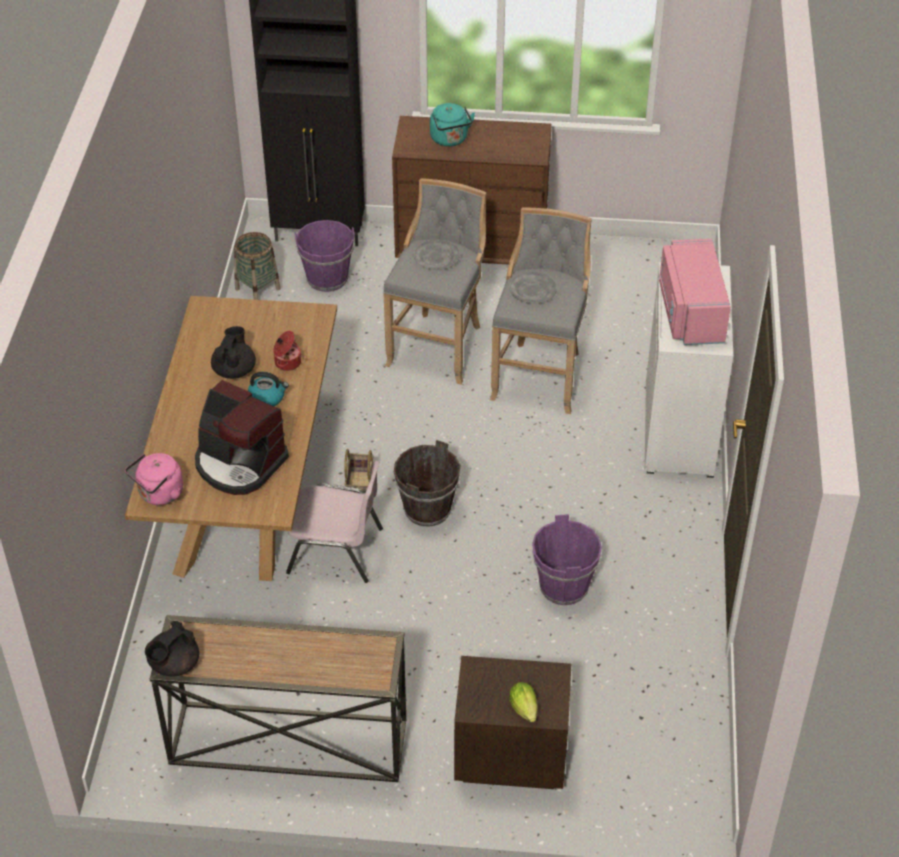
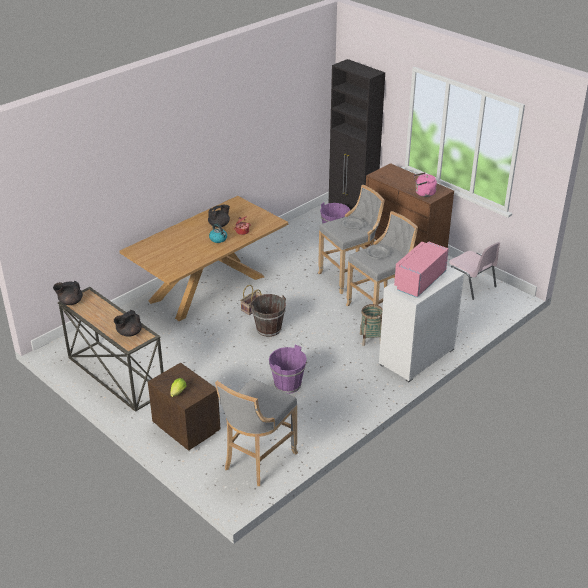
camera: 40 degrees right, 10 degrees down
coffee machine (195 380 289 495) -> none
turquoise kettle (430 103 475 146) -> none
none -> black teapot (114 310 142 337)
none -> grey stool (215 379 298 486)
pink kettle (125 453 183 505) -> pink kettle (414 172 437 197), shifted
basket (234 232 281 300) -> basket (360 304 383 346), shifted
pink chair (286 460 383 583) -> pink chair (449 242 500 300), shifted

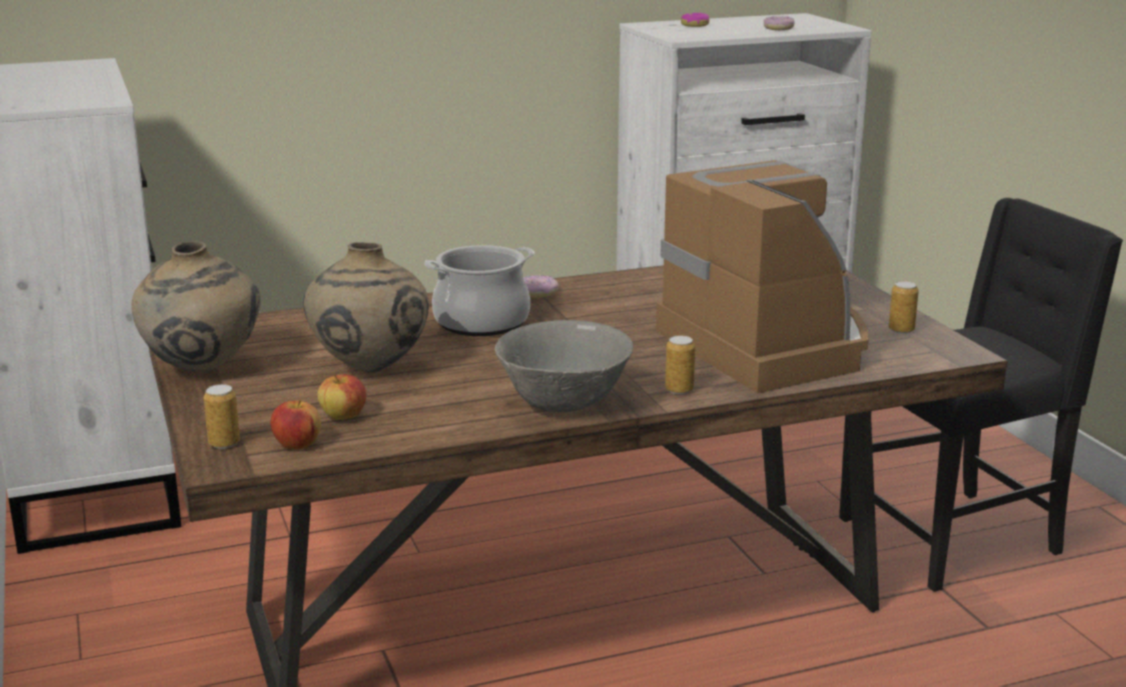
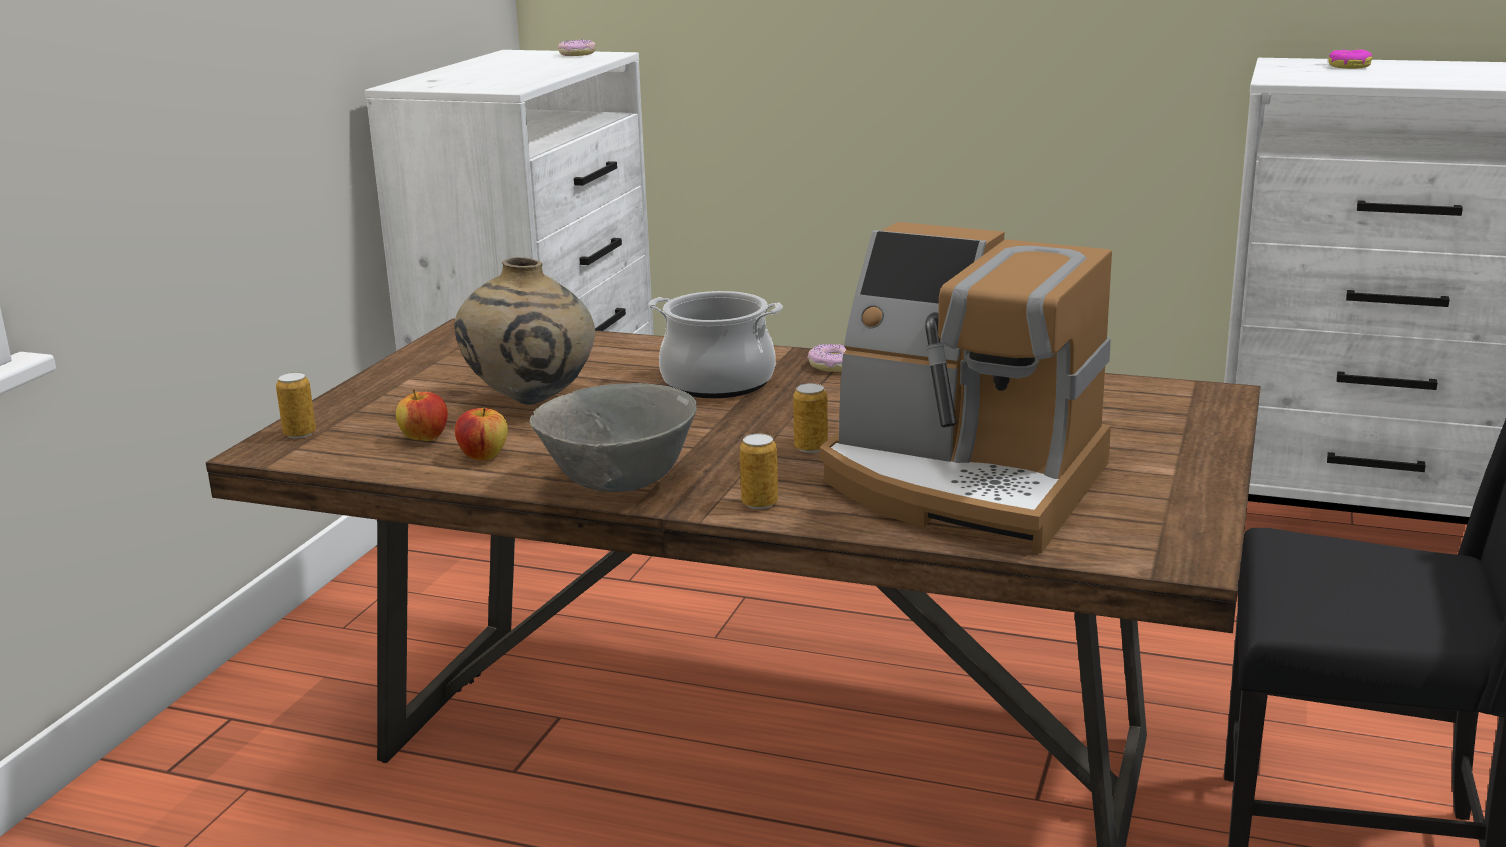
camera: 40 degrees right, 0 degrees up
beige vase (131 241 261 372) -> none
apple (270 399 321 450) -> apple (455 408 508 460), shifted
donut (764 16 795 30) -> donut (558 40 596 56), shifted
can (889 281 919 334) -> can (793 383 828 453), shifted
coffee machine (656 160 868 393) -> coffee machine (819 222 1112 553), 105 degrees clockwise

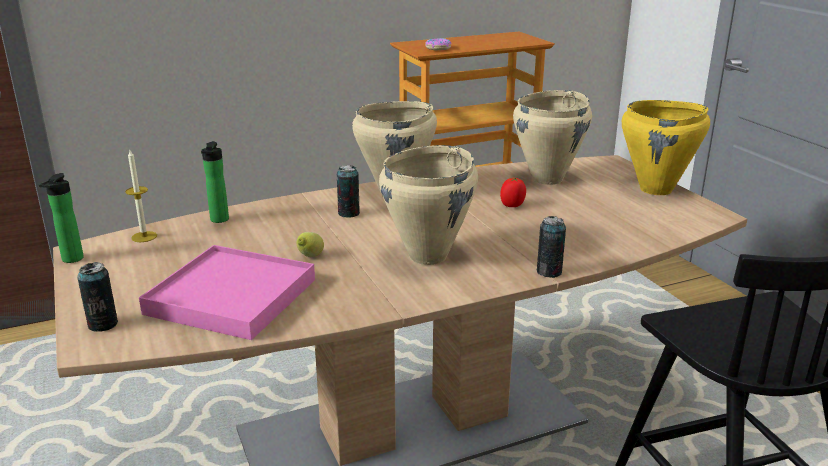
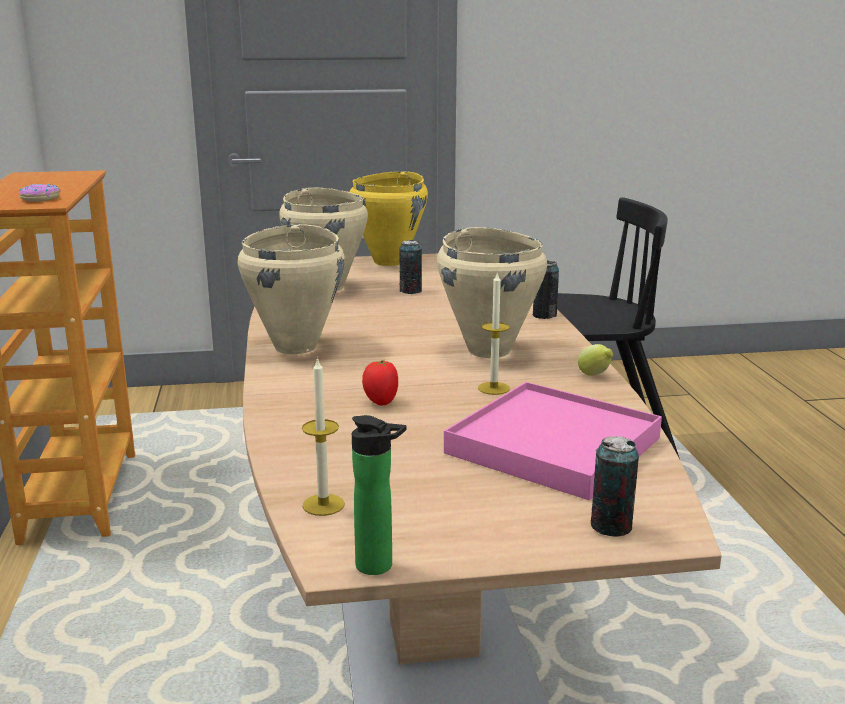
camera: 75 degrees left, 5 degrees down
bottle (201 141 229 223) -> none
none -> candle (478 273 510 395)
lemon (296 232 324 257) -> lemon (577 344 613 376), shifted
can (336 165 360 218) -> can (399 240 422 294), shifted
tomato (500 178 526 207) -> tomato (362 360 398 405), shifted

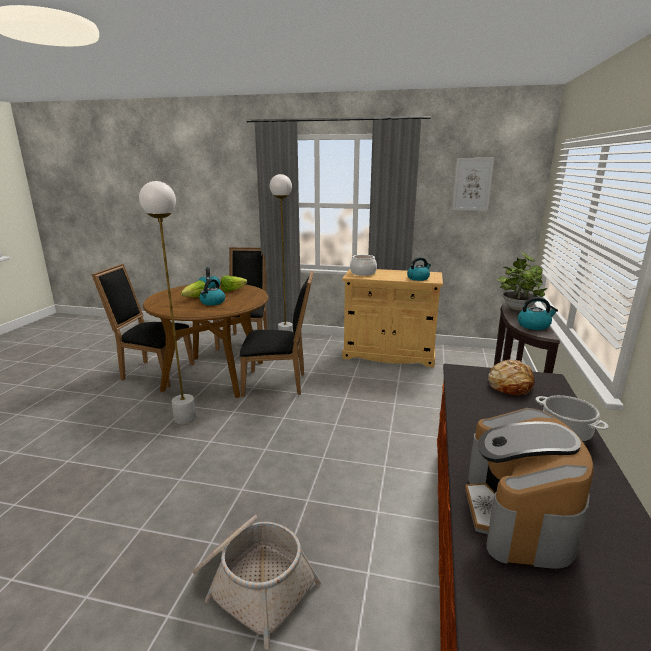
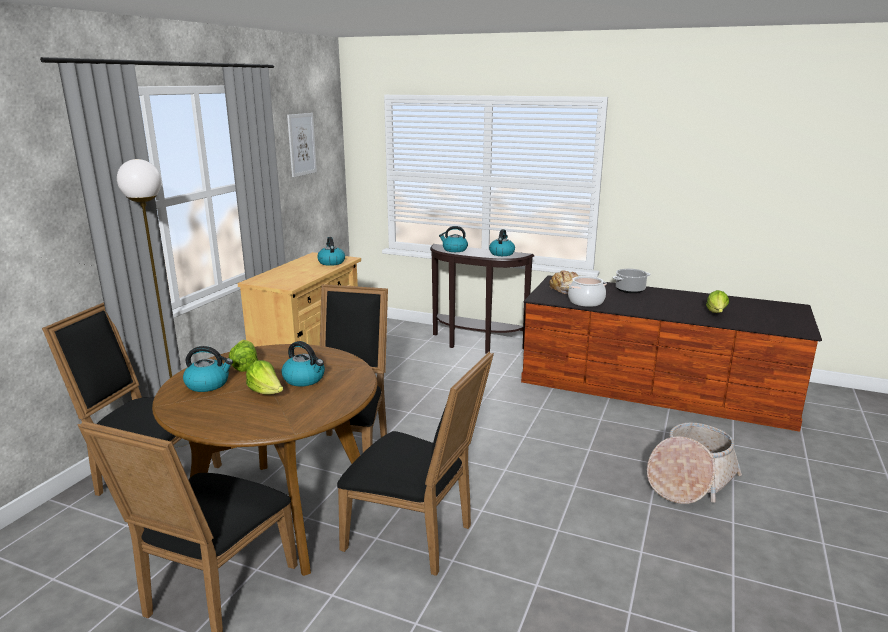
camera: 80 degrees left, 0 degrees up
cooking pot (350 255 377 276) -> cooking pot (568 276 607 307), shifted
white floor lamp (139 181 196 424) -> black chair (337 351 494 576)
coffee machine (465 408 594 569) -> lettuce (706 290 729 313)
potted plant (497 252 547 311) -> kettle (439 226 468 252)

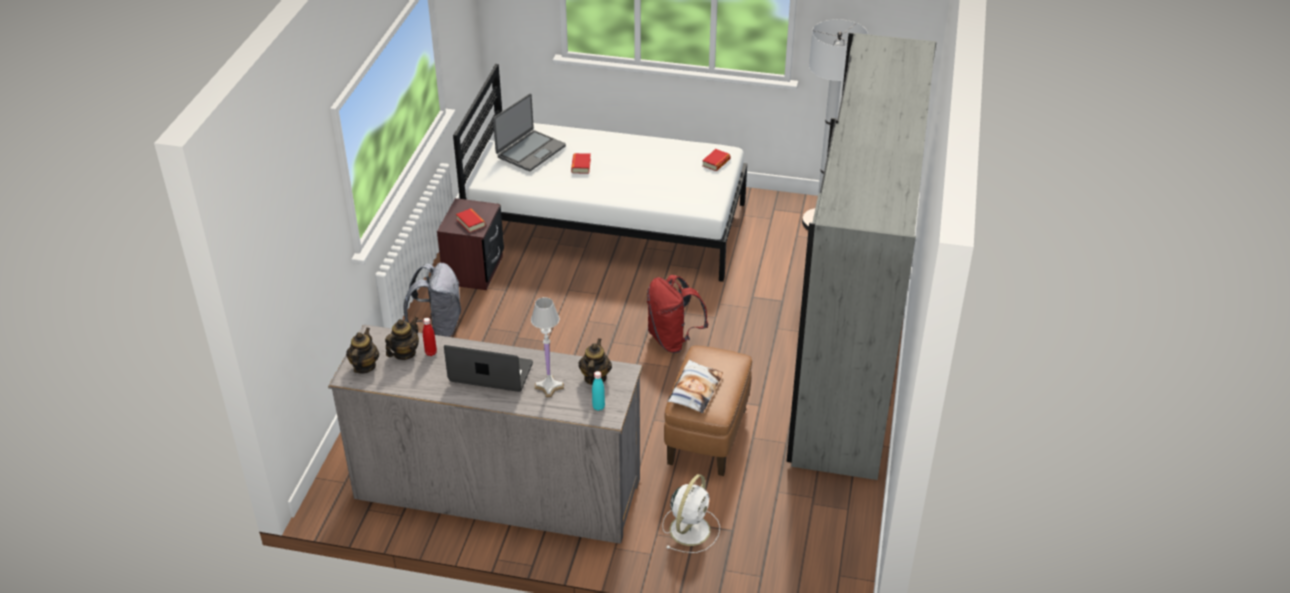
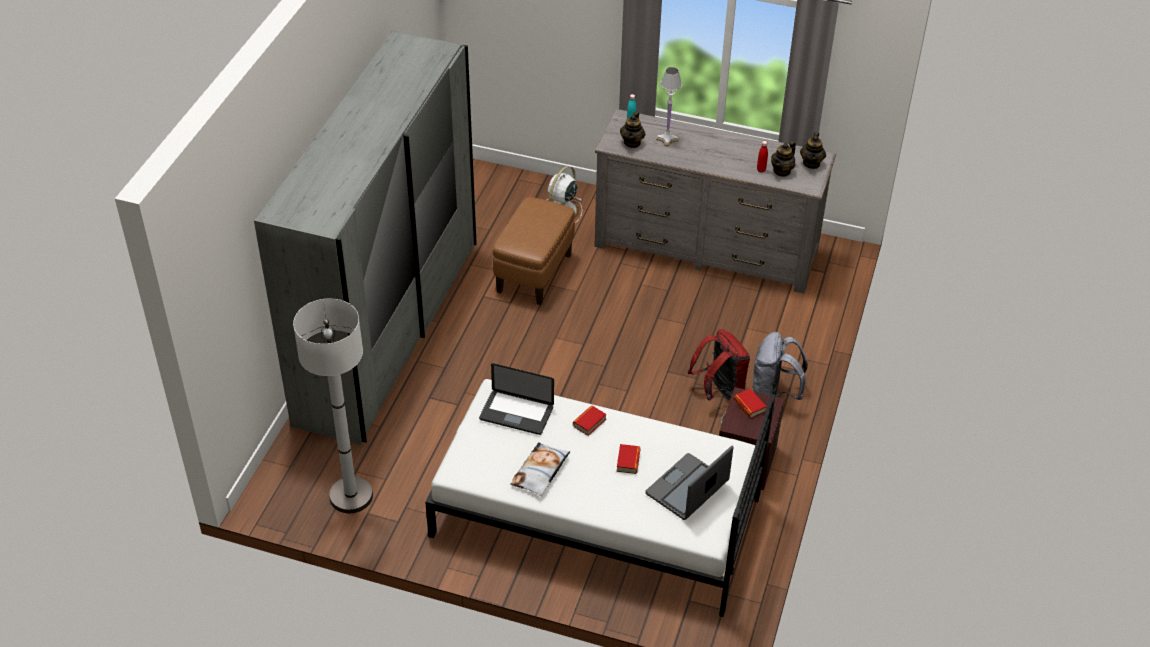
camera: 175 degrees left, 5 degrees up
laptop (444 345 533 392) -> laptop (479 363 554 435), shifted
red backpack (647 275 709 353) -> red backpack (688 329 750 401), shifted
pillow (667 360 723 413) -> pillow (510 442 570 496), shifted
book (702 149 731 171) -> book (573 406 607 436), shifted

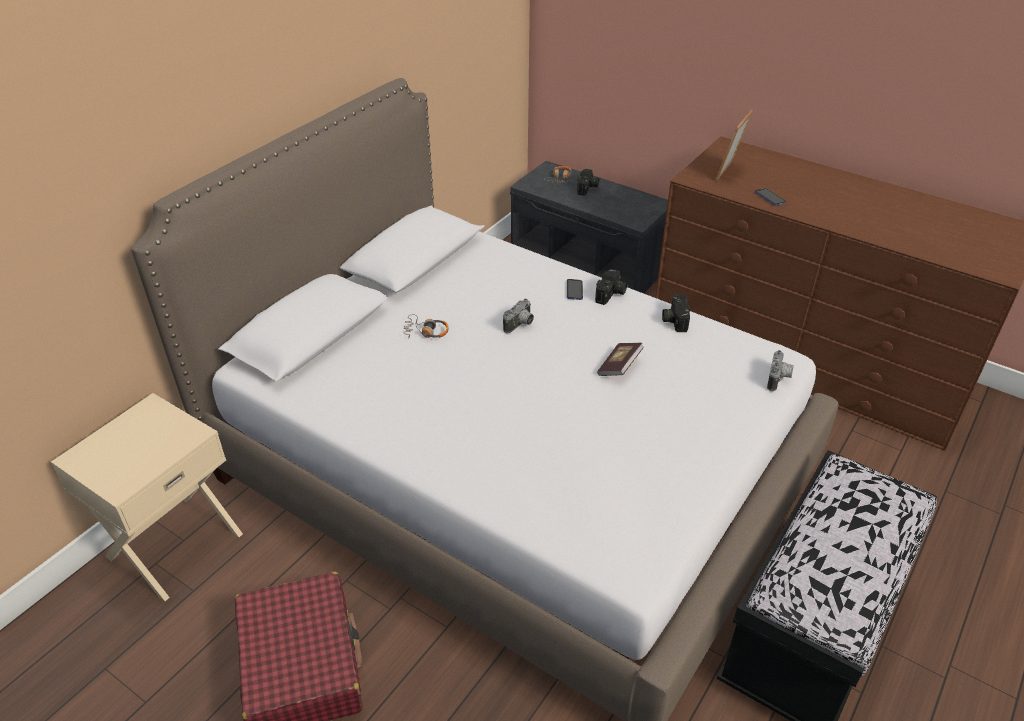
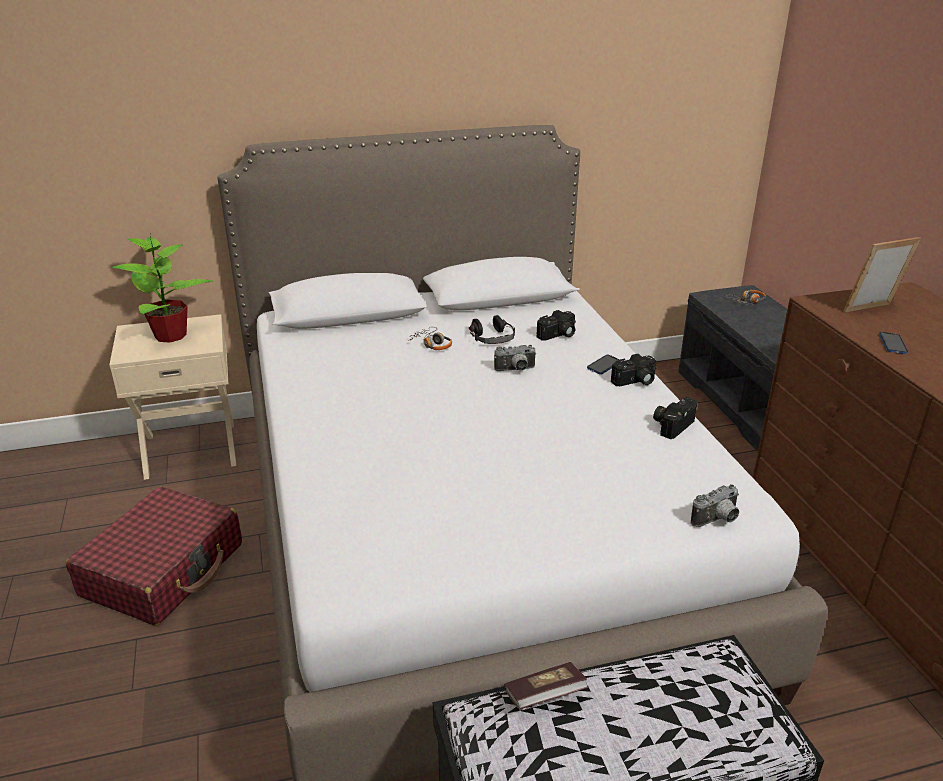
camera: 40 degrees right, 10 degrees down
none -> potted plant (112 237 213 343)
none -> headphones (469 315 515 344)
photo camera (577 169 599 196) -> photo camera (536 310 576 341), shifted
book (597 343 644 376) -> book (504 662 589 709), shifted

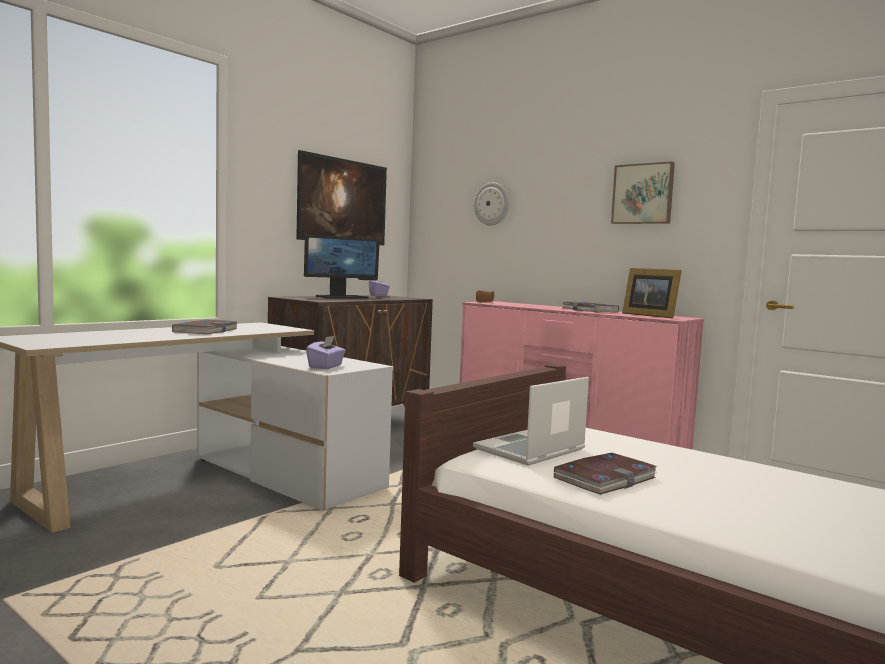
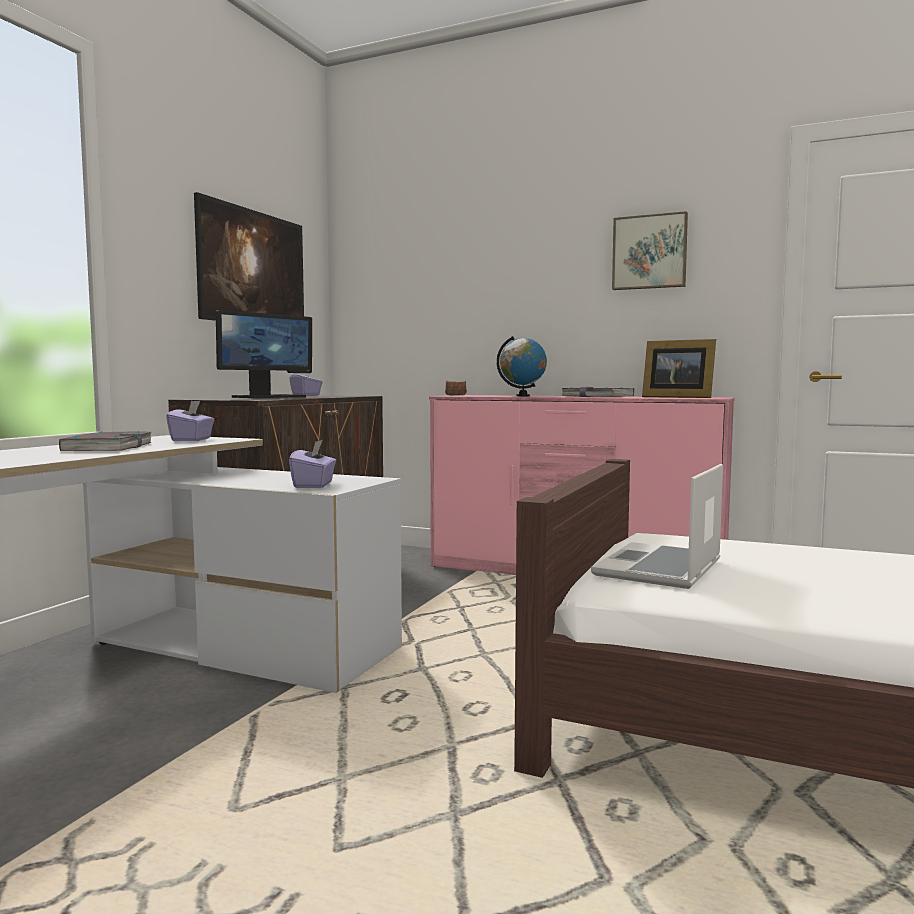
camera: 15 degrees left, 0 degrees up
wall clock (474 182 509 225) -> none
book (553 453 657 495) -> none
none -> purple tissue box (166 400 214 441)
none -> globe (497 336 547 396)

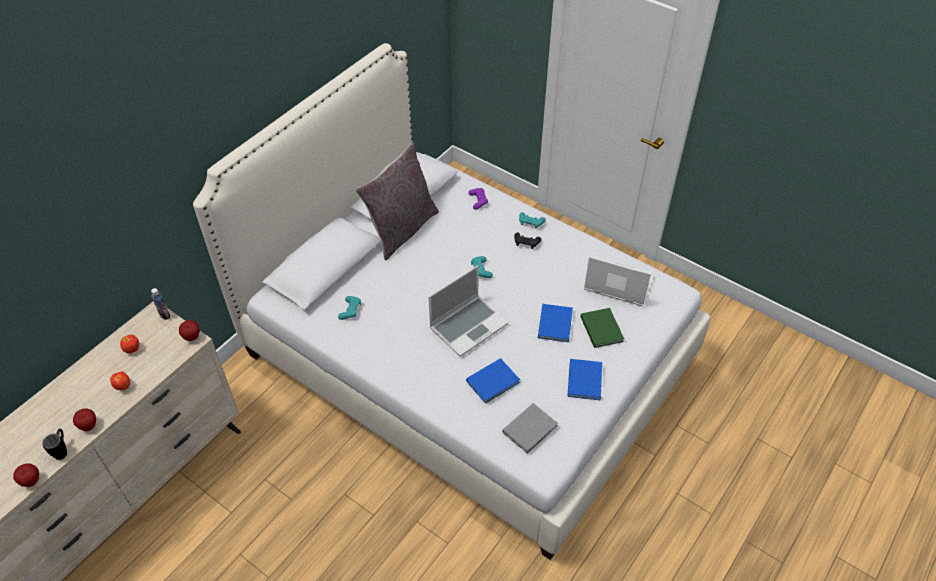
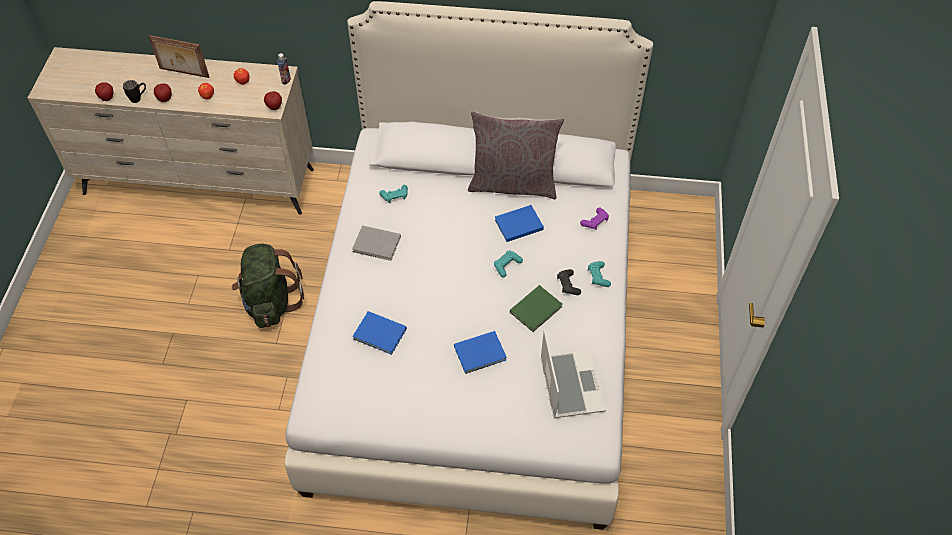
camera: 60 degrees right, 5 degrees up
laptop (428 265 508 357) -> none
none -> picture frame (148 35 209 78)
none -> green backpack (231 244 304 328)
grey book (502 403 558 454) -> grey book (352 225 401 261), shifted
blue book (567 359 602 400) -> blue book (495 205 544 242), shifted
green book (581 308 624 348) -> green book (510 285 563 332), shifted

